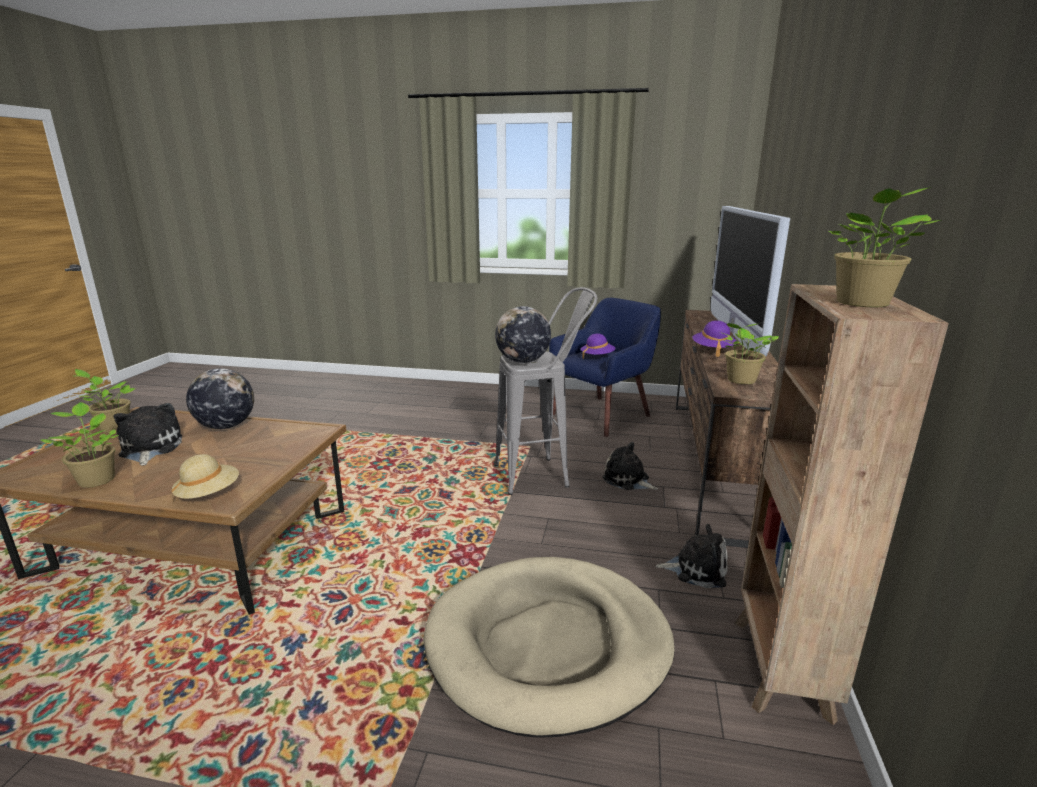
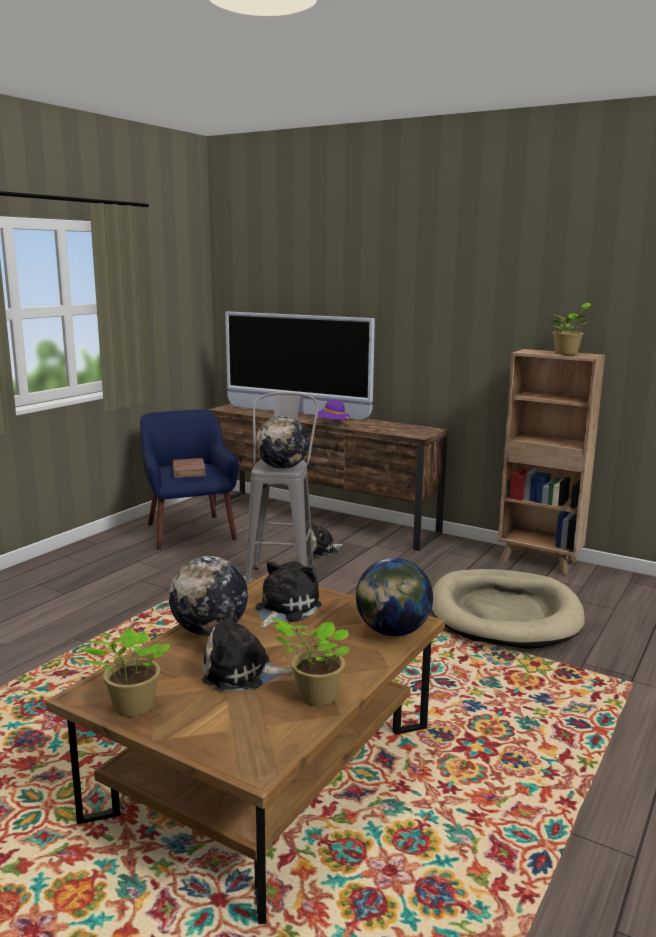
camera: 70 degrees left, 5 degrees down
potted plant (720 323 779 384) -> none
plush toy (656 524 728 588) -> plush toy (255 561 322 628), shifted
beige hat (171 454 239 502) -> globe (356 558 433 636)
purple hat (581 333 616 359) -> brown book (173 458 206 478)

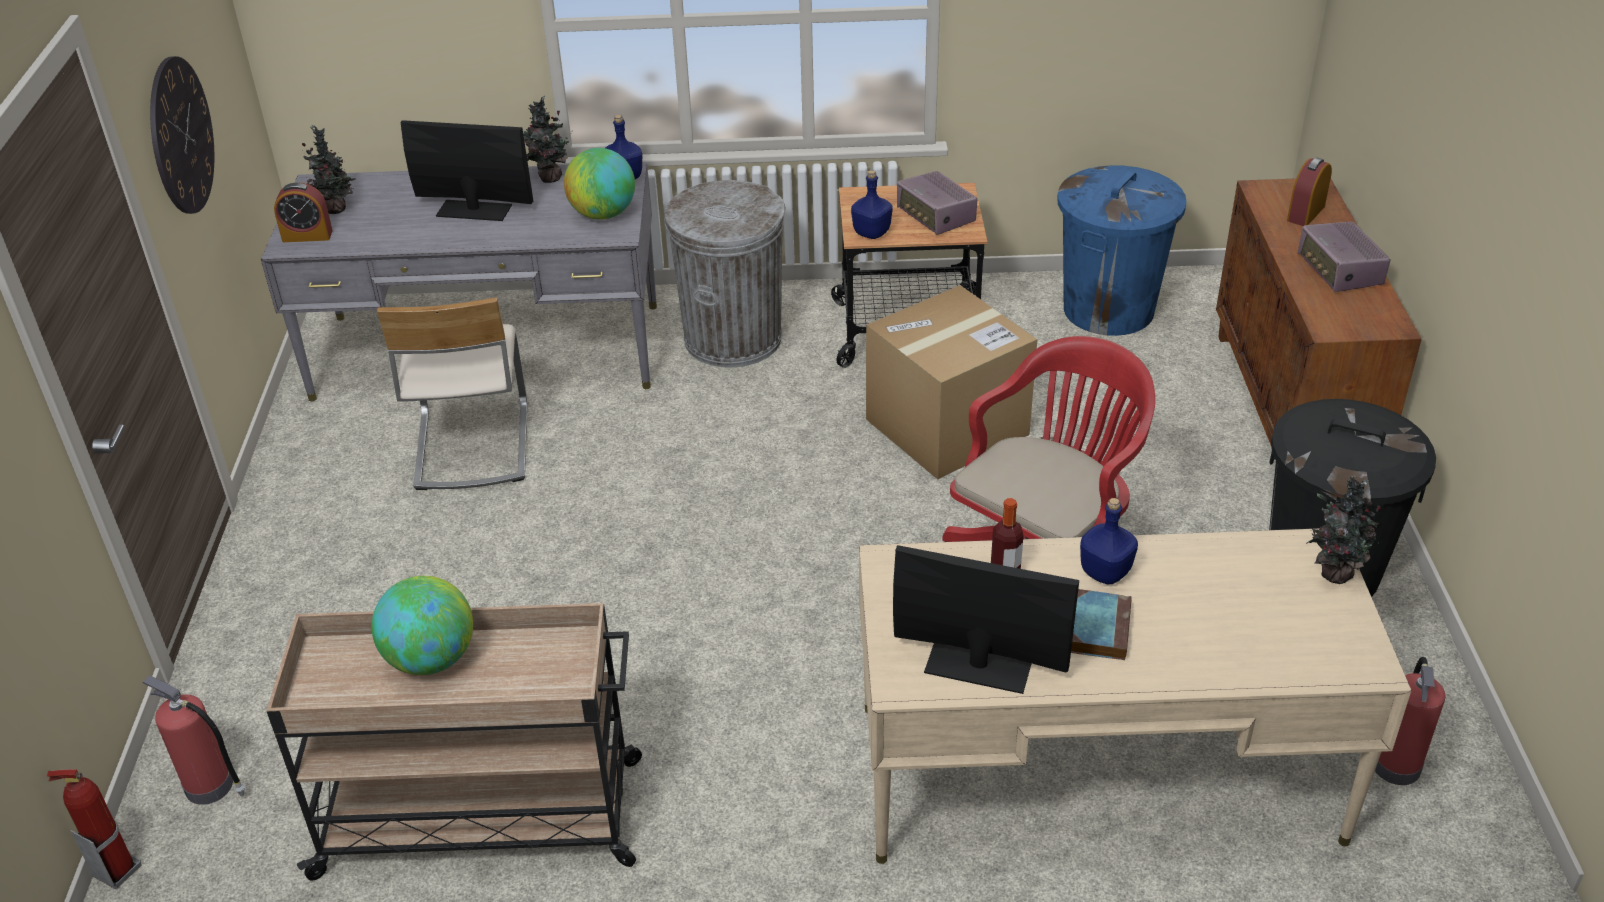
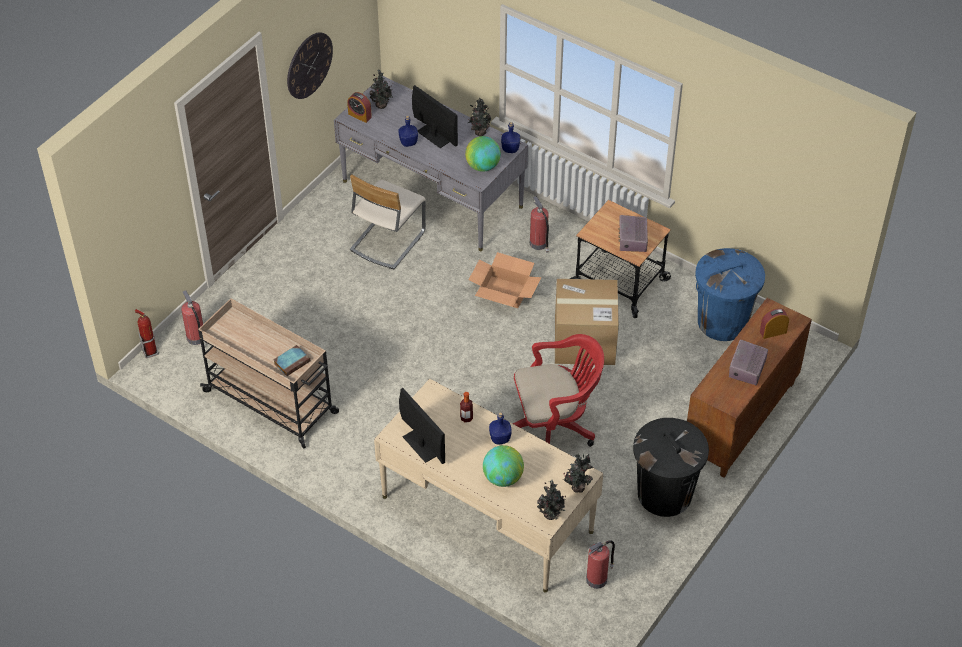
camera: 35 degrees right, 10 degrees up
none -> cardboard box (468 252 542 308)
none -> potted plant (537 480 566 520)
globe (372 576 473 675) -> globe (483 445 524 487), shifted
blue bottle (851 170 892 239) -> blue bottle (398 116 418 147), shifted
book (1071 589 1132 660) -> book (274 345 310 376), shifted
grey trash can (664 180 786 367) -> fire extinguisher (530 196 549 253)

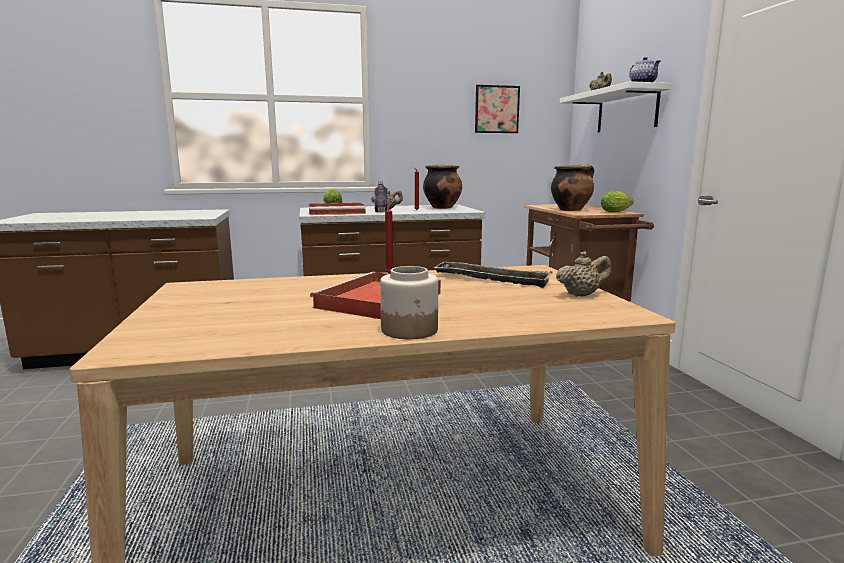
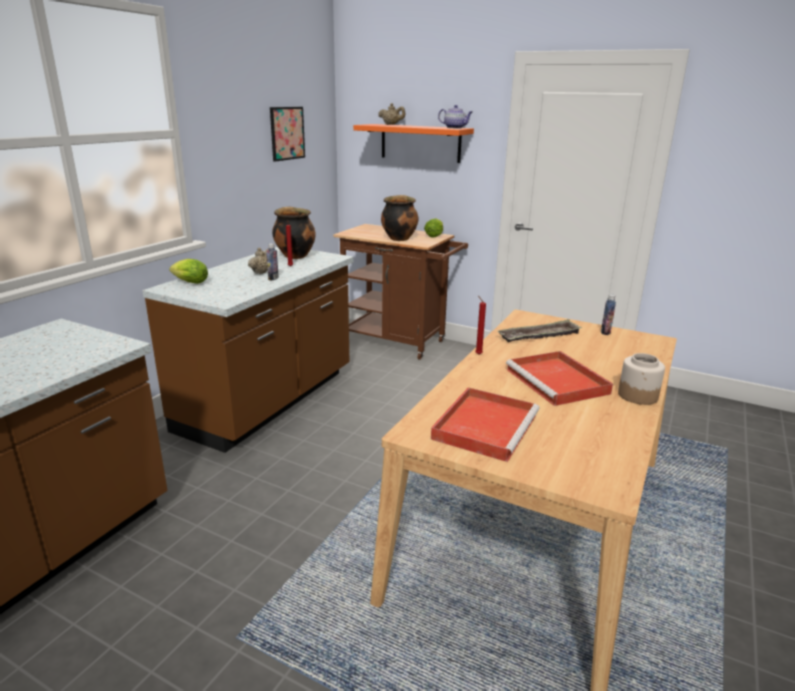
camera: 50 degrees left, 10 degrees up
red tray (309 203 366 215) -> red tray (431 387 540 462), shifted
beige teapot (556 251 612 297) -> bottle (601 294 616 335)
white shelf (560 81 672 132) -> orange shelf (353 124 474 163)

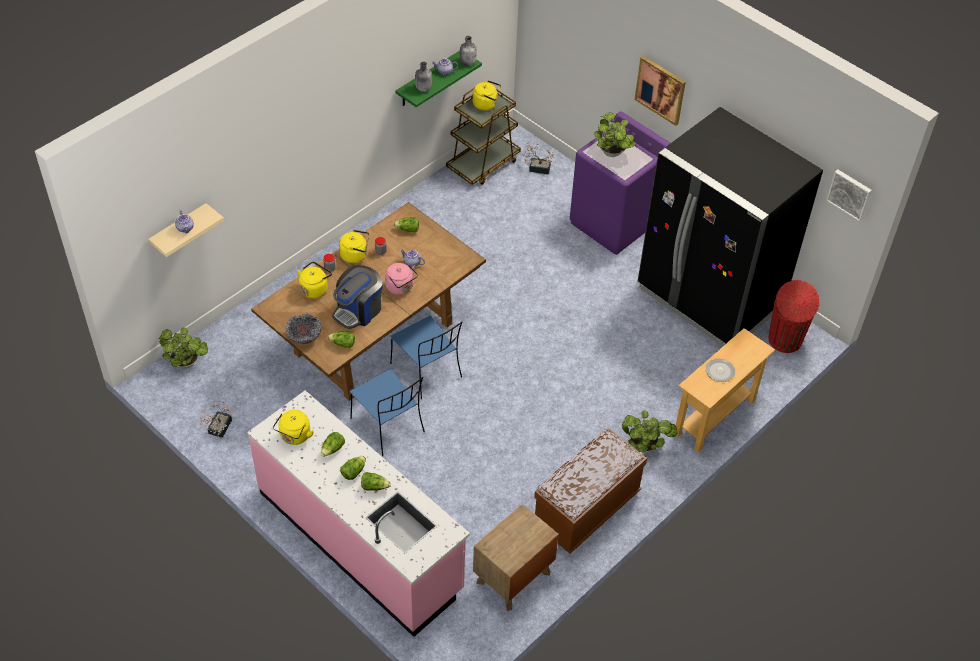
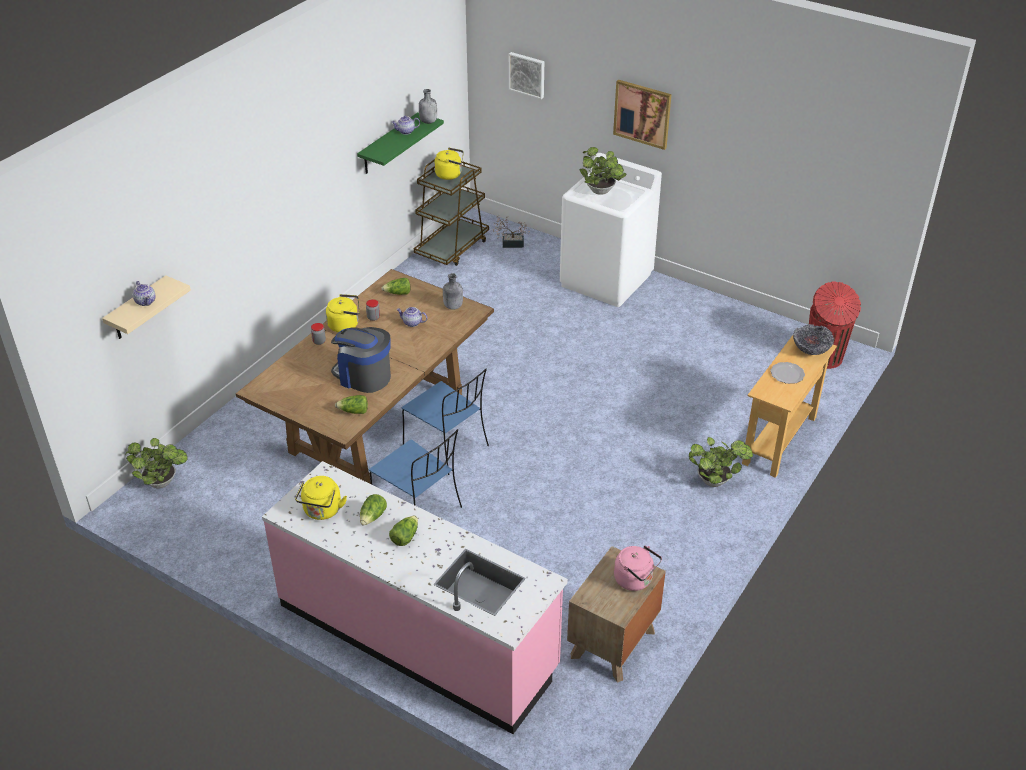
camera: 10 degrees left, 10 degrees down
potted plant (200 401 232 438) -> none
yellow kettle (297 261 332 299) -> none
lettuce (361 472 391 491) -> none
brown bench (534 428 647 554) -> none
black fridge (637 107 823 347) -> none
bowl (286 313 321 344) -> bowl (793 324 834 355), shifted
pink kettle (385 263 418 295) -> pink kettle (614 546 662 591), shifted
grey bottle (415 61 432 92) -> grey bottle (443 273 463 310), shifted
picture (826 169 872 222) -> picture (509 52 544 99), shifted
purple washing machine (570 111 670 255) -> white washing machine (560 153 662 307)
coffee machine (332 265 383 329) -> coffee machine (331 327 391 393), 90 degrees clockwise

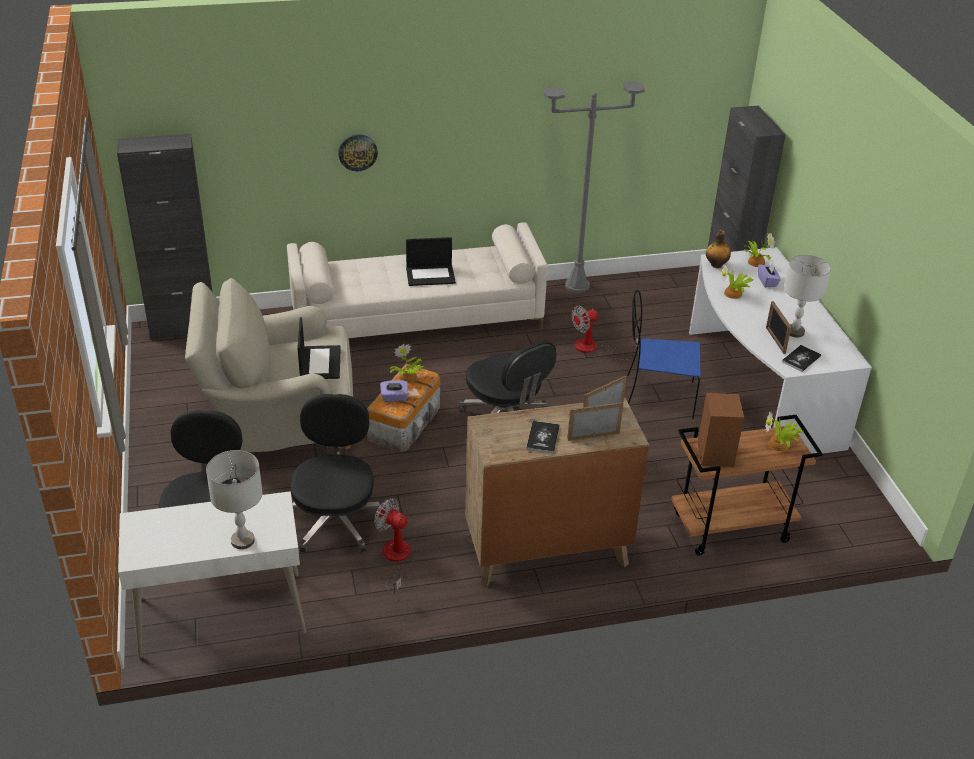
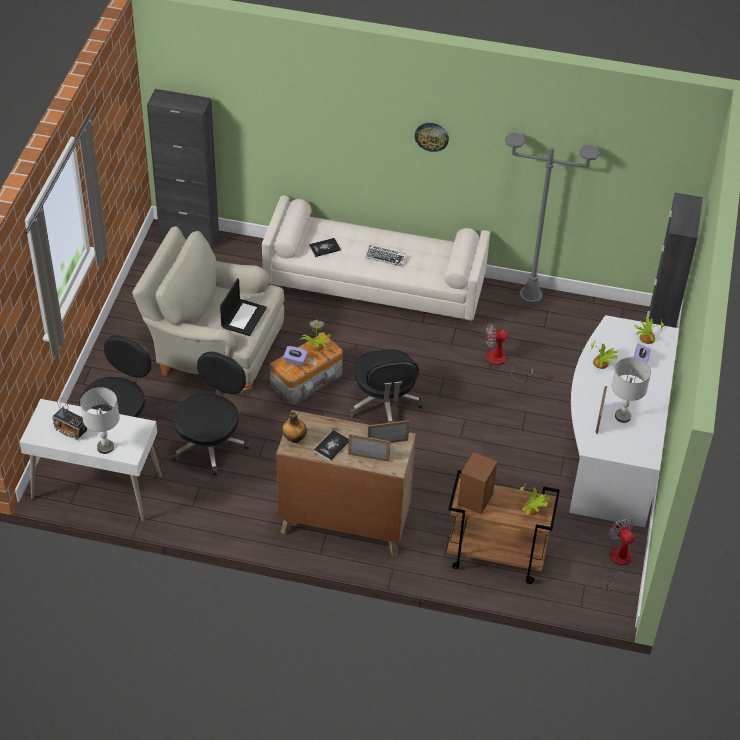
camera: 25 degrees right, 10 degrees up
blue chair (627 290 700 419) -> none
none -> radio (52 398 87 440)
wall clock (338 134 378 171) -> wall clock (415 123 449 152), shifted
fan (374 499 413 595) -> fan (603 518 635 591), shifted
bottle (706 230 731 268) -> bottle (282 411 307 443), shifted
book (782 345 821 372) -> book (309 238 341 257), shifted
laptop (406 237 456 286) -> keyboard (365 245 406 266)

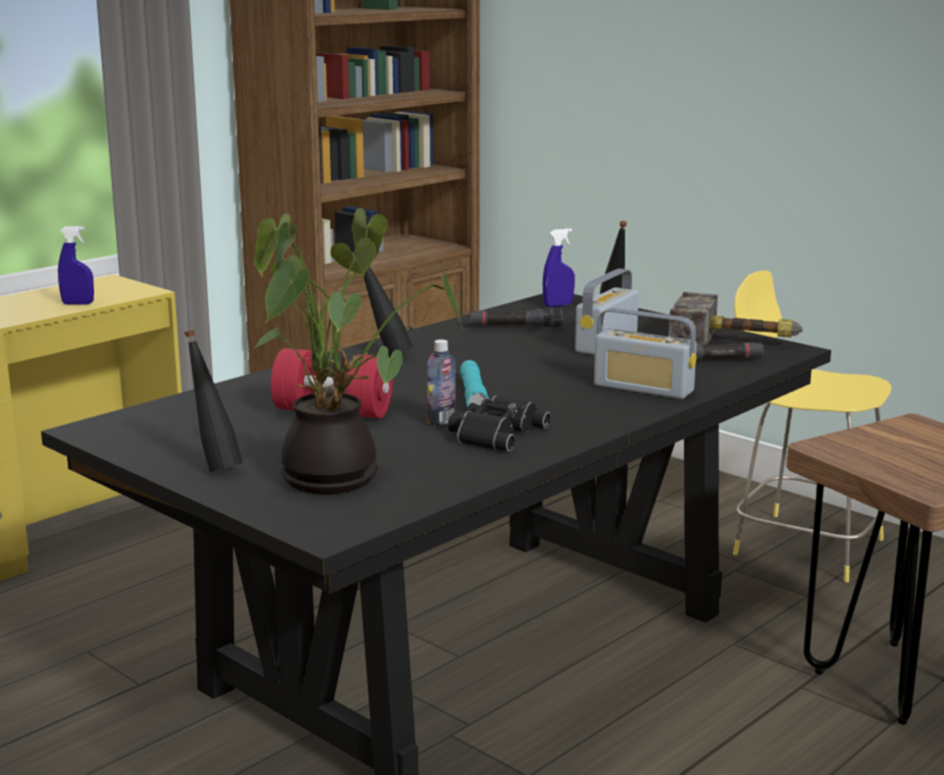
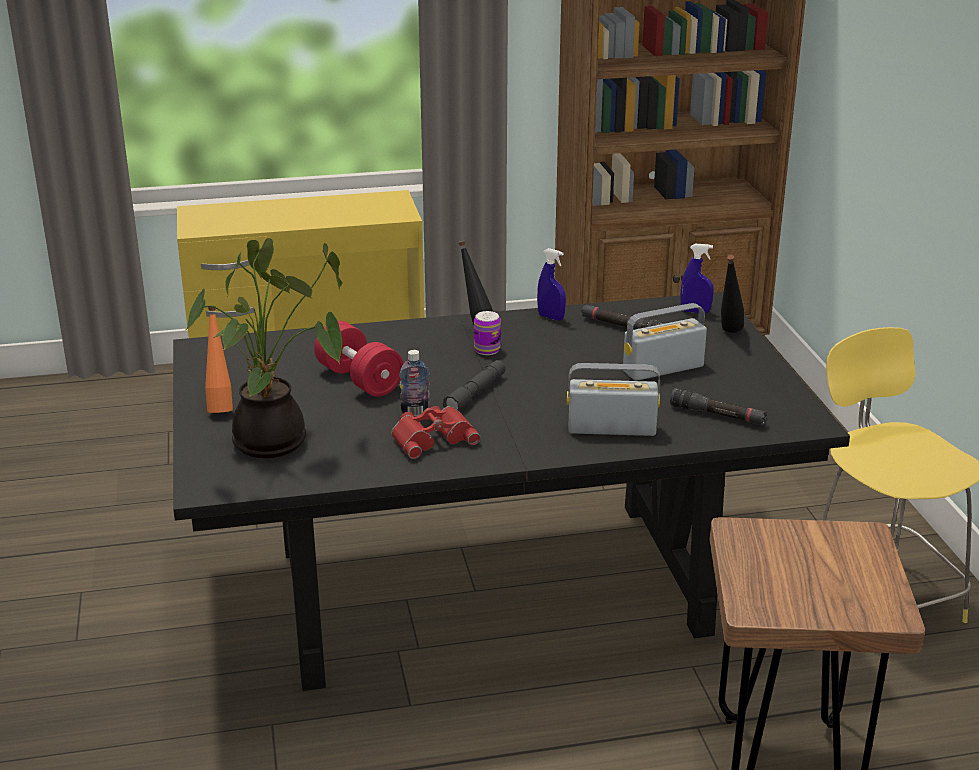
camera: 35 degrees right, 10 degrees up
hammer (669 292 803 345) -> none
none -> can (474 311 501 355)
blue spray bottle (58 226 94 305) -> blue spray bottle (537 248 566 321), shifted
black bottle (184 330 243 472) -> orange bottle (205 306 233 413)
black binoculars (448 395 551 452) -> red binoculars (391 406 481 459)
turquoise flashlight (460 360 489 407) -> grey flashlight (443 360 506 411)
radio (594 308 697 399) -> radio (567 363 660 436), 120 degrees clockwise

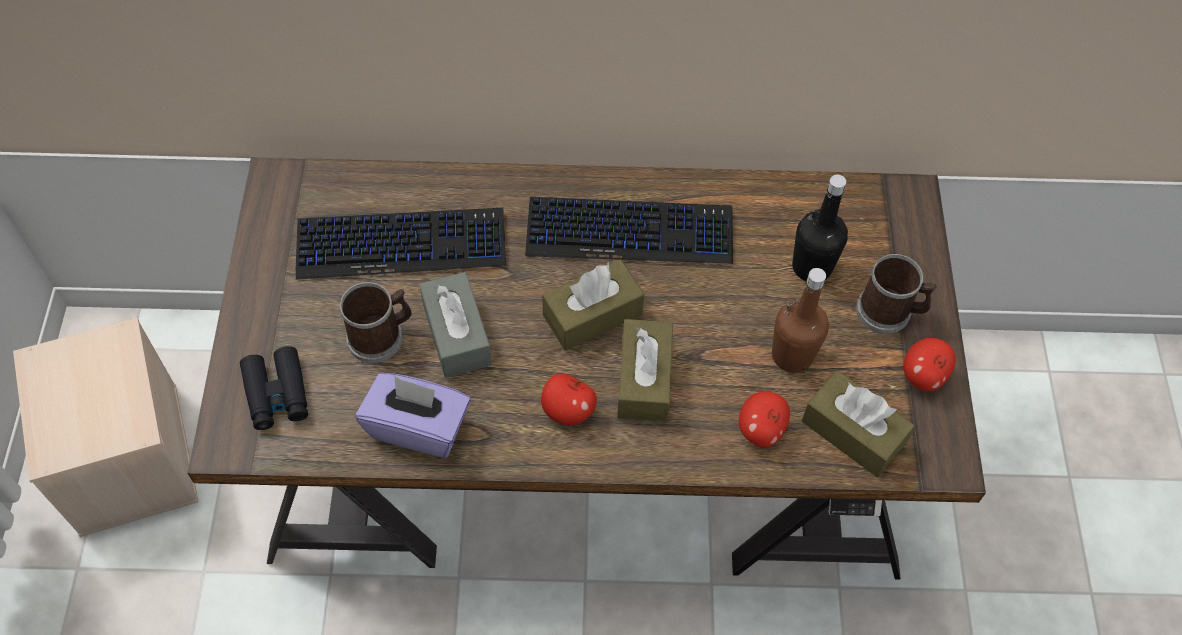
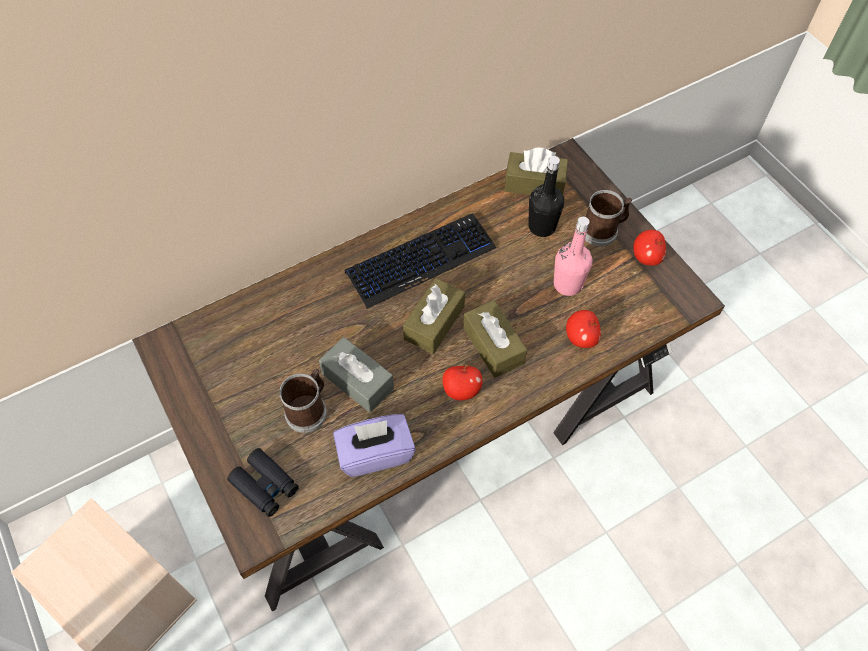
camera: 30 degrees left, 0 degrees up
keyboard (296 208 506 280) -> none
brown tissue box (802 370 915 477) -> brown tissue box (505 148 568 195), shifted
brown bottle (772 268 829 373) -> pink bottle (554 217 593 296)

